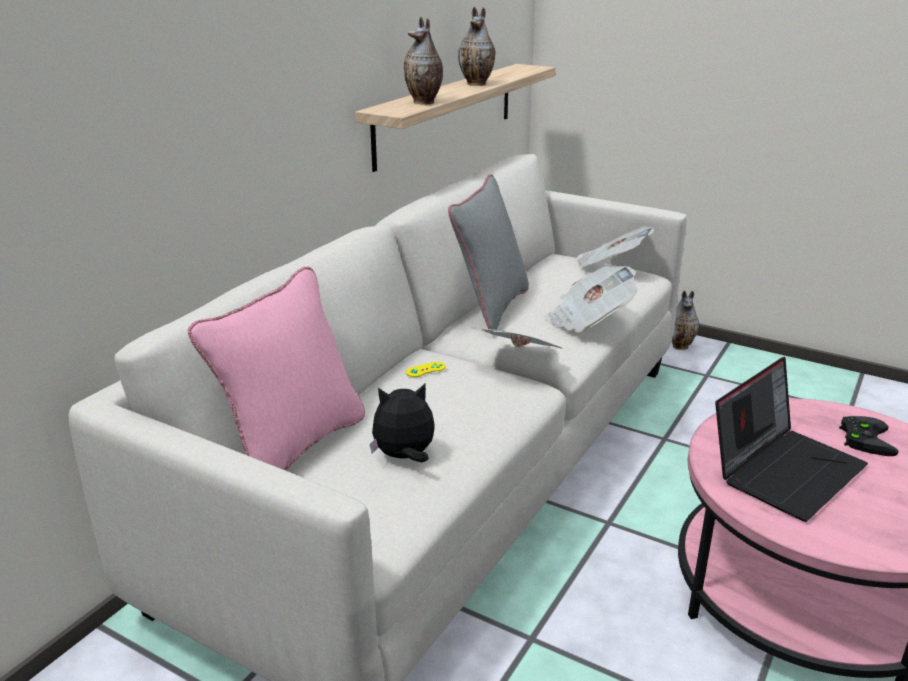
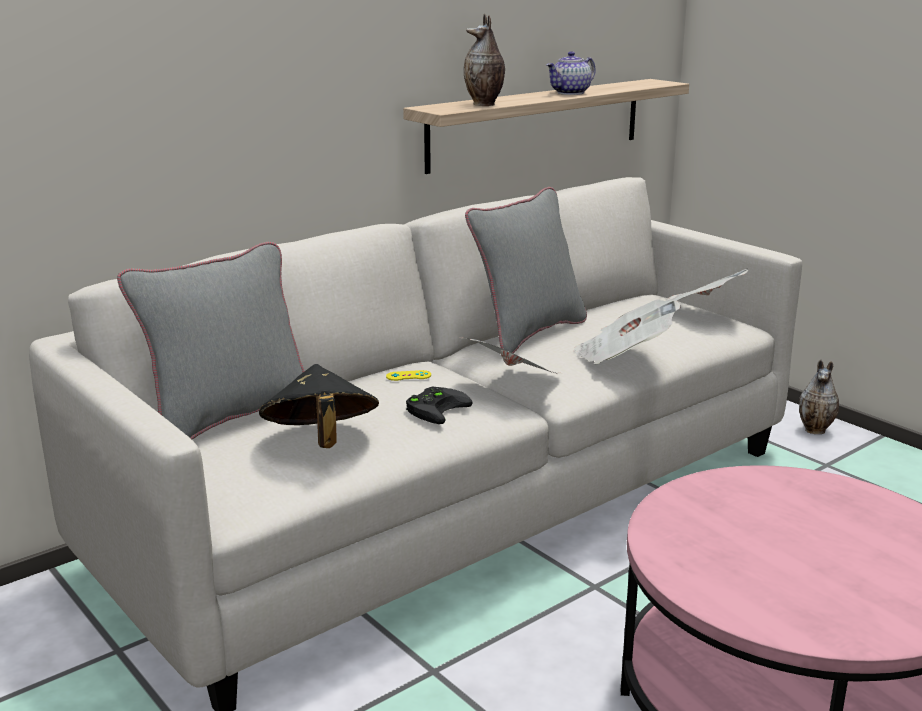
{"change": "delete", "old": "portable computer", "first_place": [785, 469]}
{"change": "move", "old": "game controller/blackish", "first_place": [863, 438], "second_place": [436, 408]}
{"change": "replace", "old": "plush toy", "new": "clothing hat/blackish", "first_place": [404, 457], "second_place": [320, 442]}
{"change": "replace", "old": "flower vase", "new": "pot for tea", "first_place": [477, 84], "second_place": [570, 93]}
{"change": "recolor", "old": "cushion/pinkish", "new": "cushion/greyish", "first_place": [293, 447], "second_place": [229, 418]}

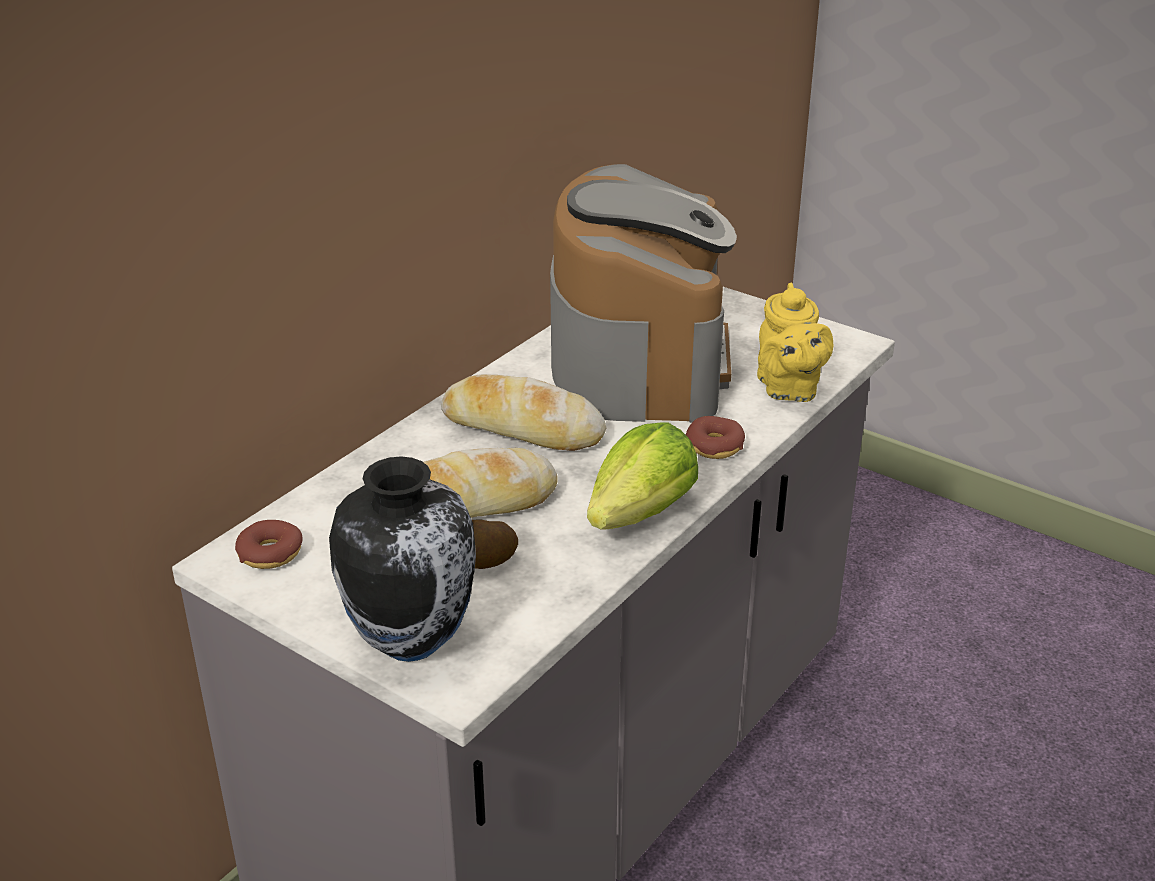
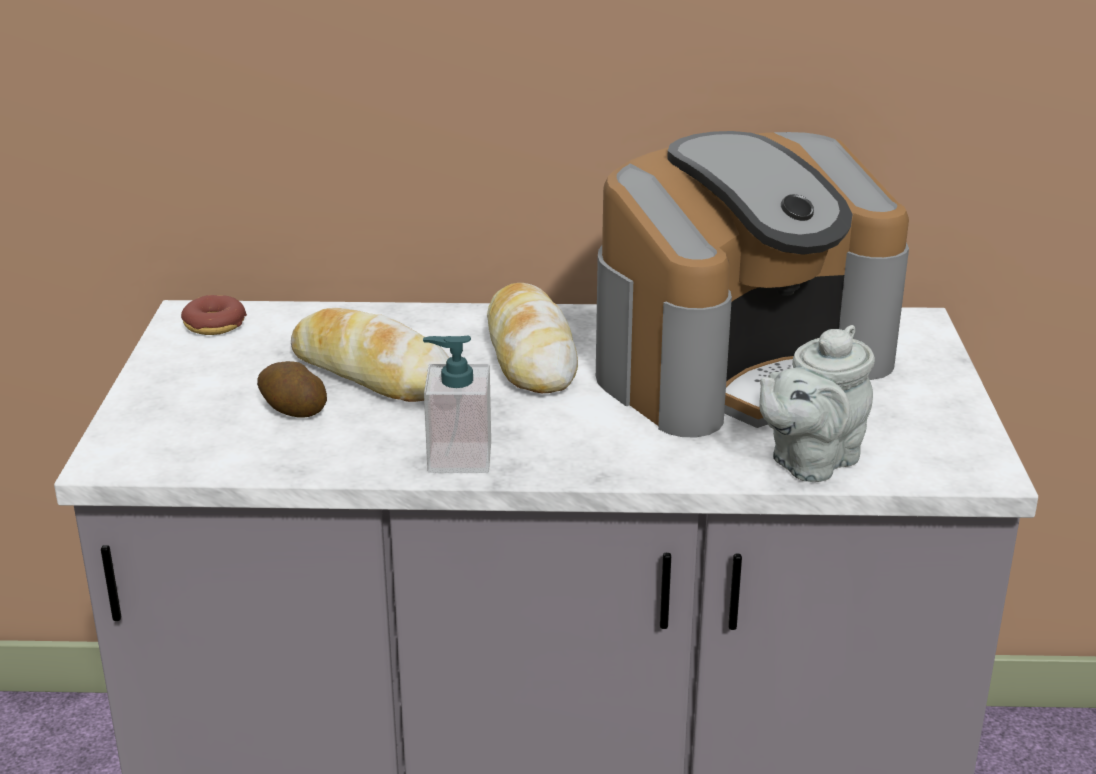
{"change": "delete", "old": "flower vase", "first_place": [412, 641]}
{"change": "delete", "old": "doughnut", "first_place": [714, 446]}
{"change": "replace", "old": "head of lettuce", "new": "liquid soap bottle", "first_place": [642, 513], "second_place": [459, 457]}
{"change": "recolor", "old": "pot for tea/yellowish", "new": "pot for tea/greyish", "first_place": [788, 389], "second_place": [809, 462]}

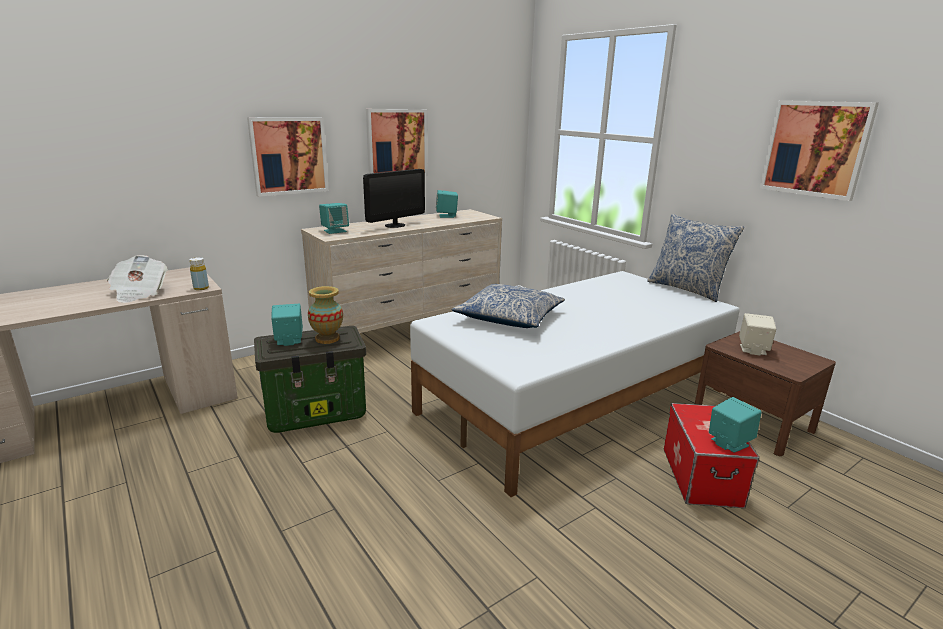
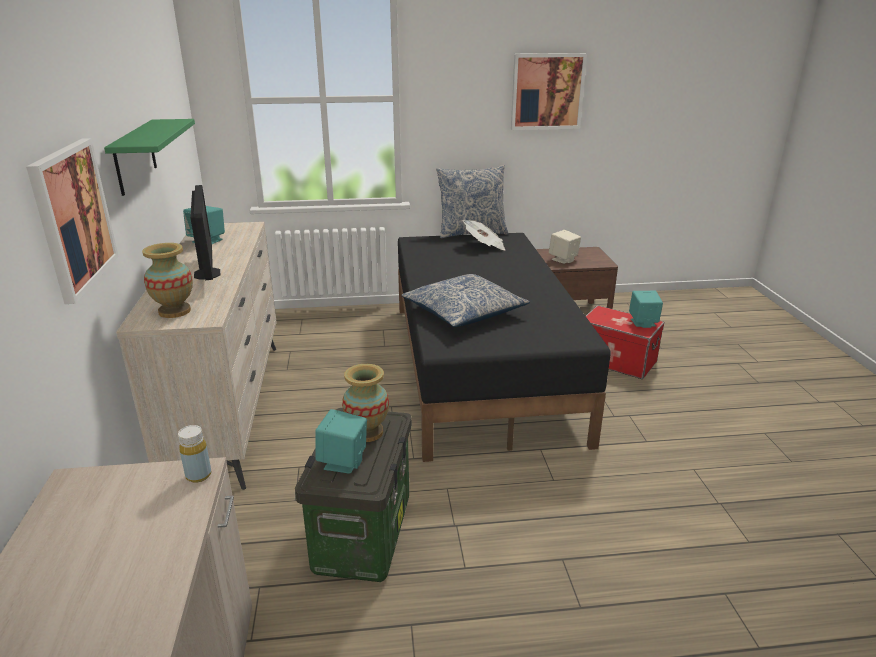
{"change": "move", "old": "printed paper", "first_place": [139, 293], "second_place": [484, 246]}
{"change": "replace", "old": "speaker/turquoise-coloured", "new": "flower vase", "first_place": [335, 231], "second_place": [174, 311]}
{"change": "replace", "old": "wall art", "new": "bracket shelf/green", "first_place": [397, 143], "second_place": [135, 156]}
{"change": "recolor", "old": "bed/white-coloured", "new": "bed/blackish", "first_place": [576, 401], "second_place": [482, 367]}

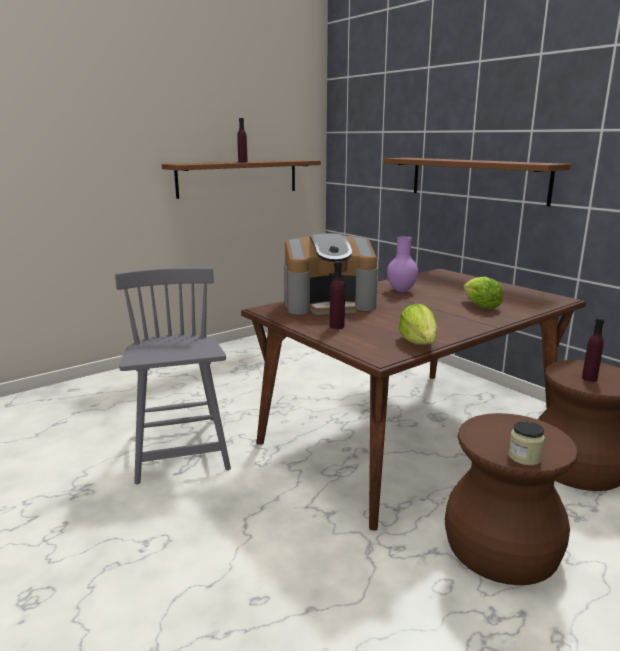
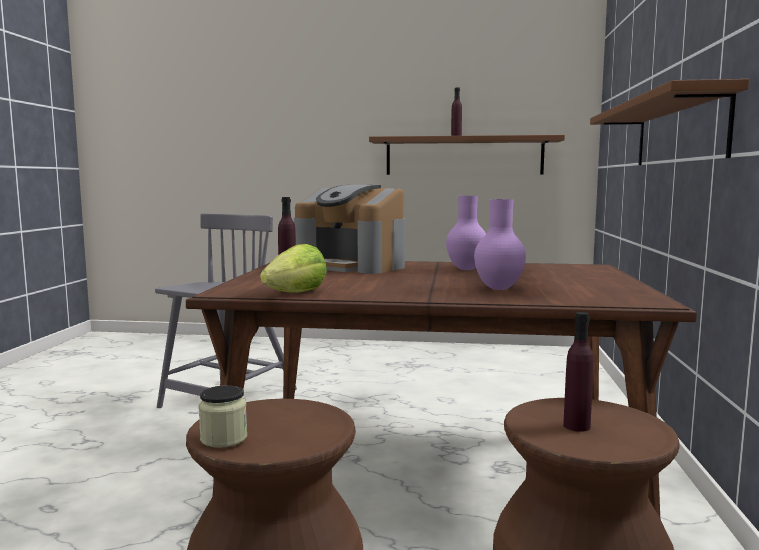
{"change": "replace", "old": "head of lettuce", "new": "flower vase/purplish", "first_place": [480, 306], "second_place": [497, 288]}

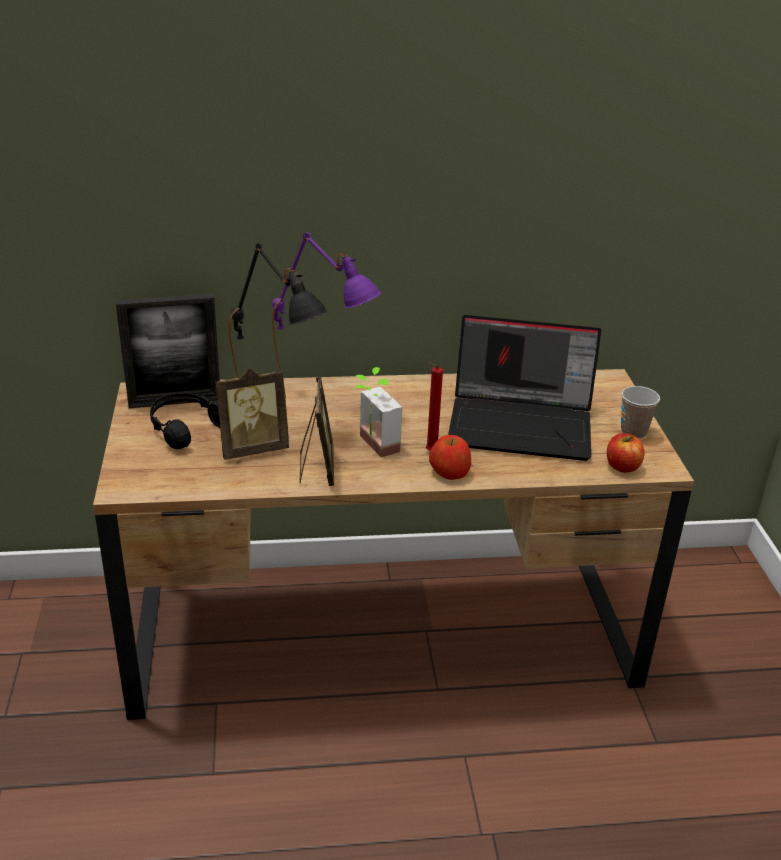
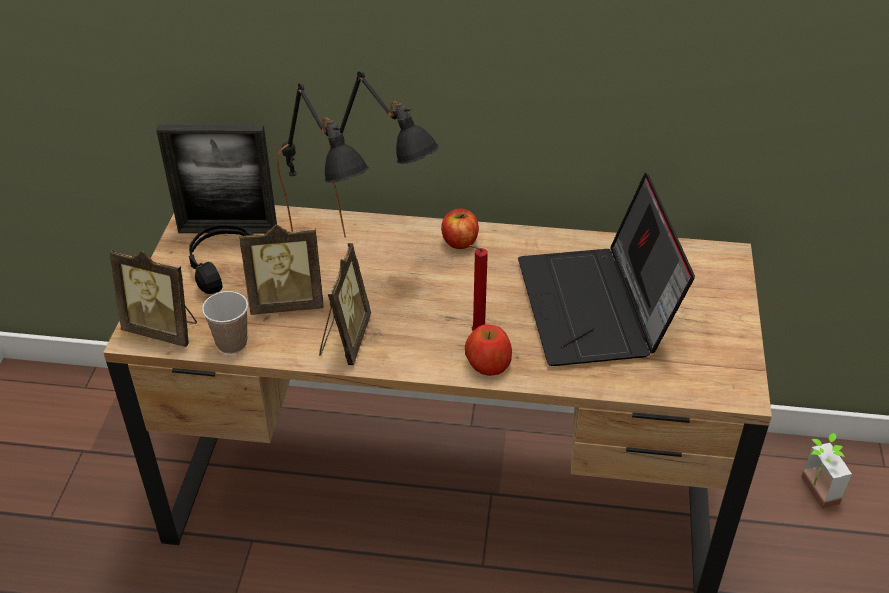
{"change": "insert", "new": "picture frame", "second_place": [163, 329]}
{"change": "move", "old": "houseplant", "first_place": [371, 446], "second_place": [812, 492]}
{"change": "move", "old": "apple fruit", "first_place": [622, 466], "second_place": [459, 242]}
{"change": "move", "old": "small cup", "first_place": [633, 432], "second_place": [232, 343]}
{"change": "recolor", "old": "table lamp/purplish", "new": "table lamp/blackish", "first_place": [325, 400], "second_place": [386, 247]}
{"change": "rotate", "old": "portable computer", "first_place": [522, 424], "second_place": [597, 308], "degrees": 60}

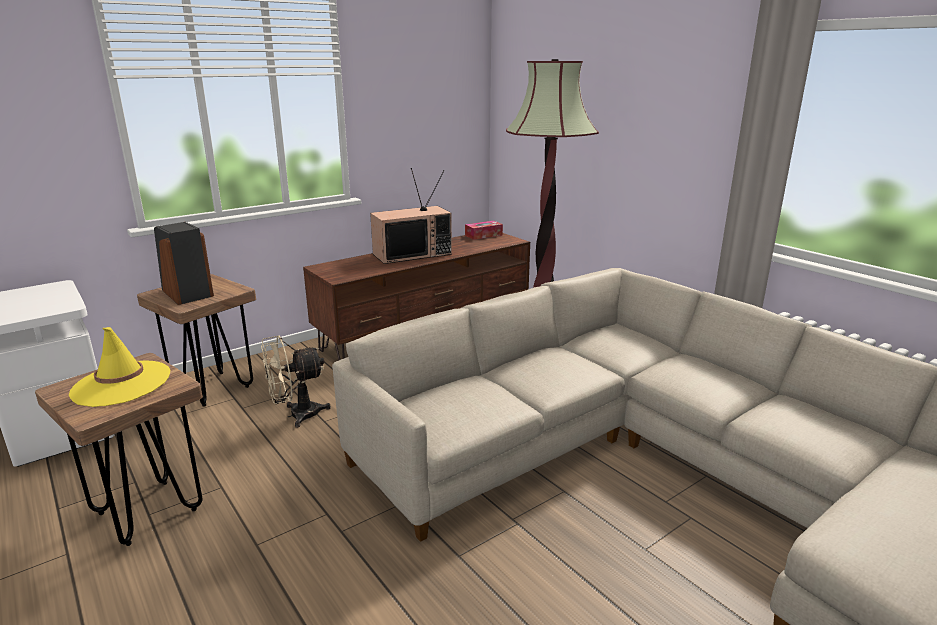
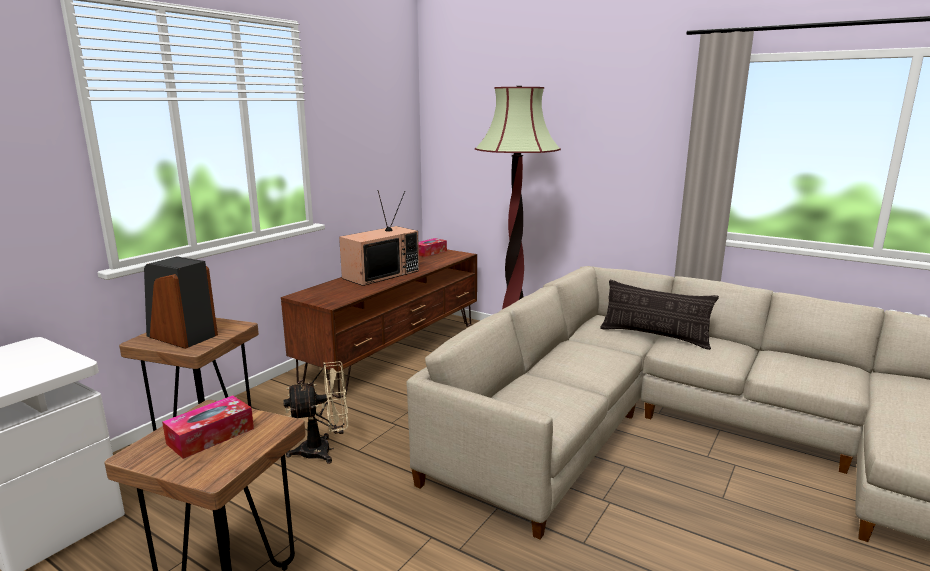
{"change": "insert", "new": "cushion", "second_place": [654, 336]}
{"change": "replace", "old": "clothing hat/yellowish", "new": "tissue box", "first_place": [121, 384], "second_place": [211, 436]}
{"change": "rotate", "old": "electric fan/sand-coloured", "first_place": [296, 415], "second_place": [324, 450], "degrees": -150}

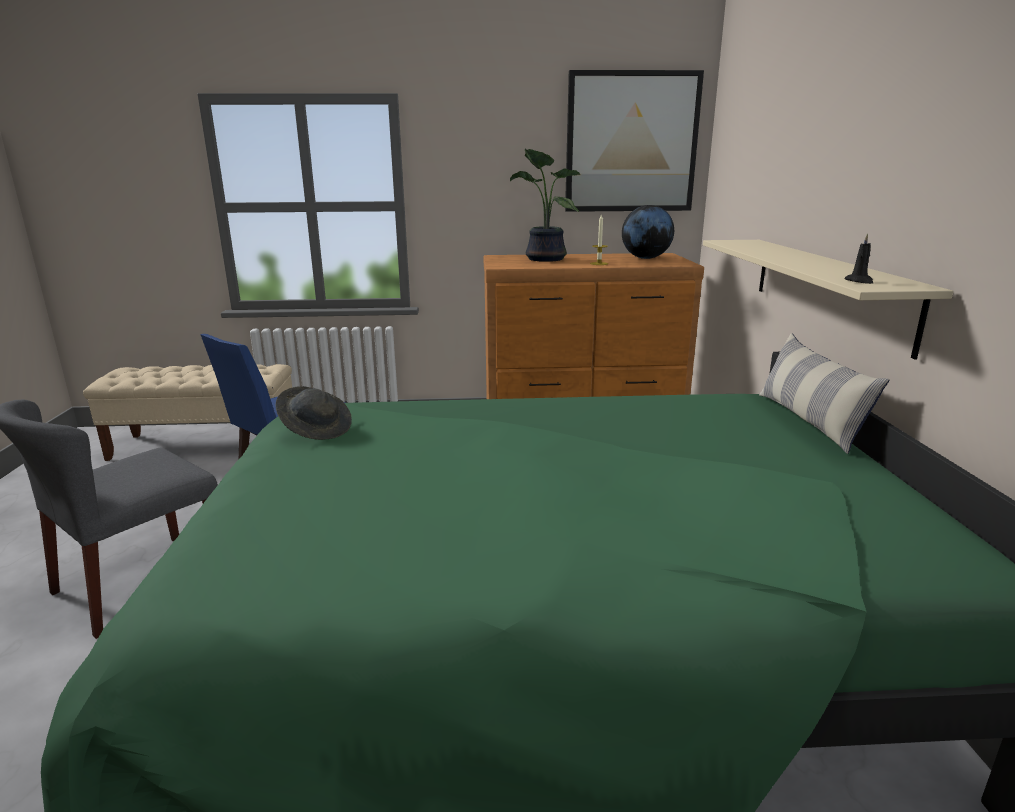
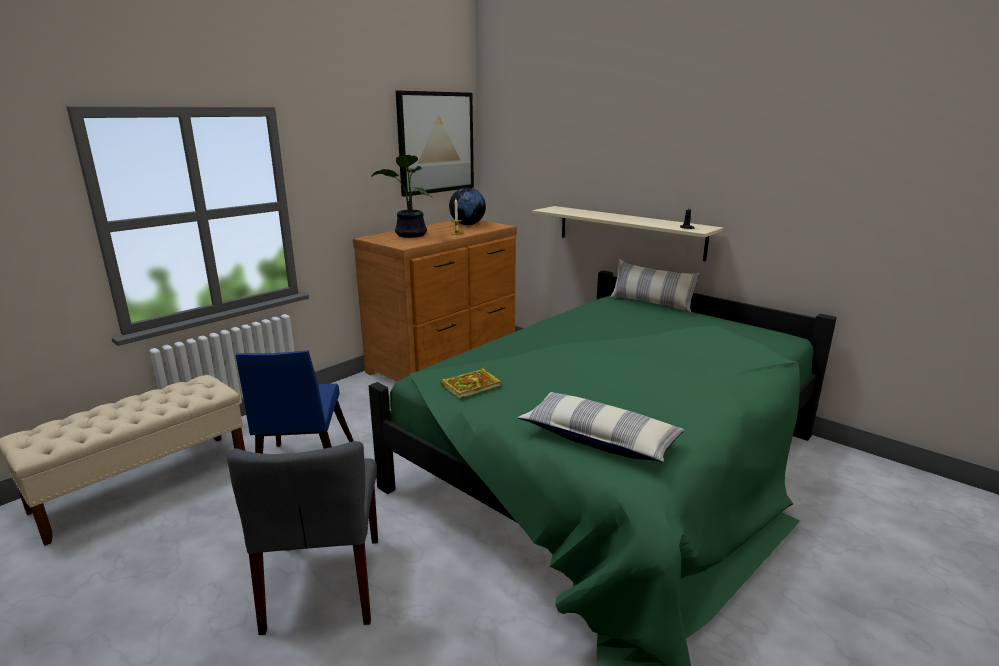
{"change": "insert", "new": "cushion", "second_place": [599, 439]}
{"change": "replace", "old": "clothing hat/greyish", "new": "volume", "first_place": [317, 429], "second_place": [472, 385]}

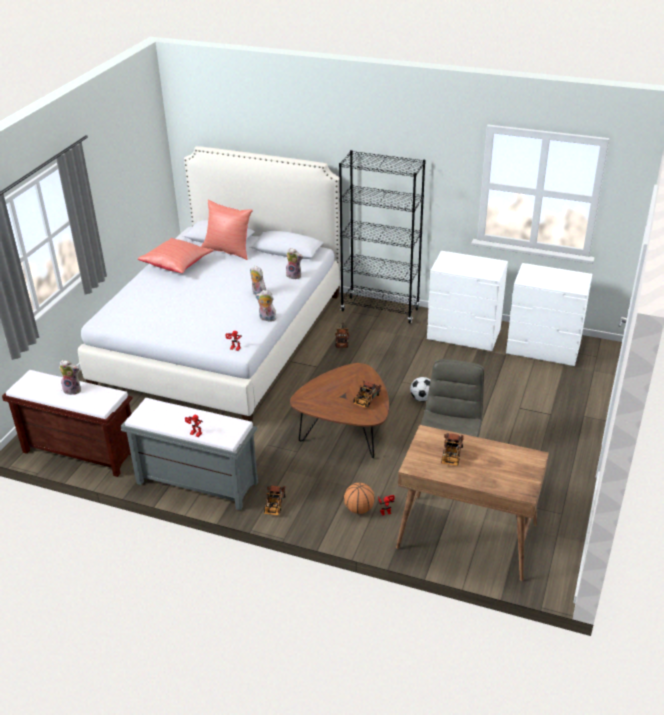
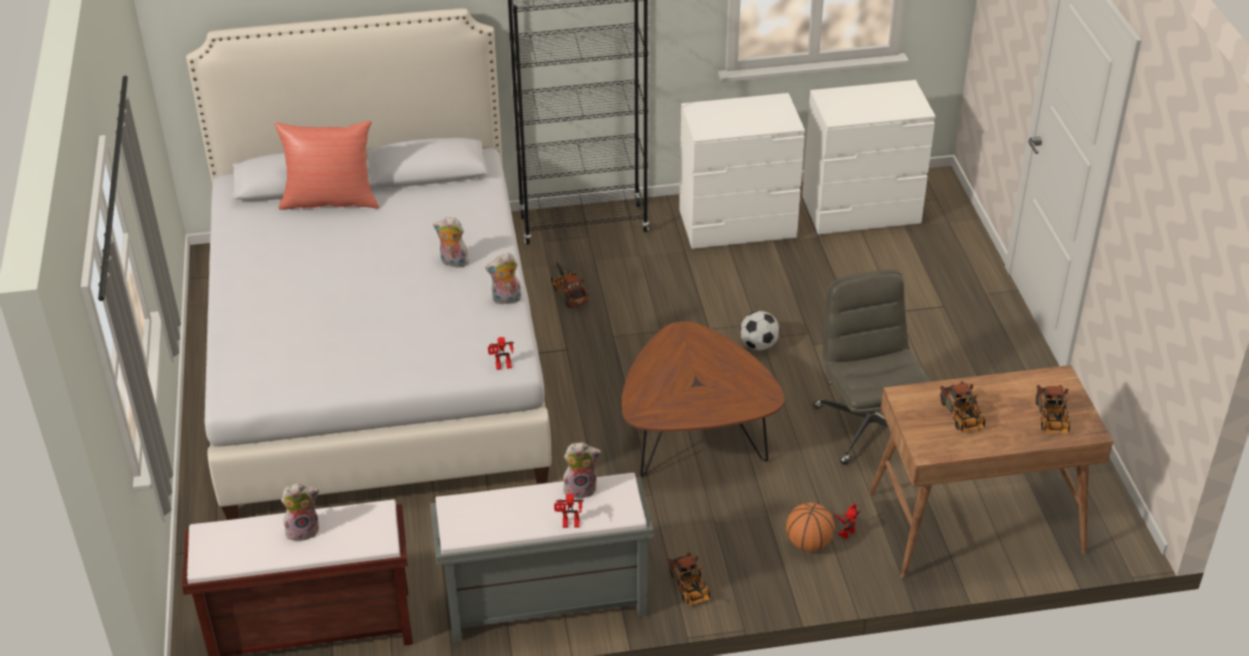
{"change": "delete", "old": "cushion/reddish", "first_place": [177, 265]}
{"change": "move", "old": "plush toy", "first_place": [294, 275], "second_place": [581, 488]}
{"change": "move", "old": "toy lorry", "first_place": [365, 400], "second_place": [1051, 420]}

